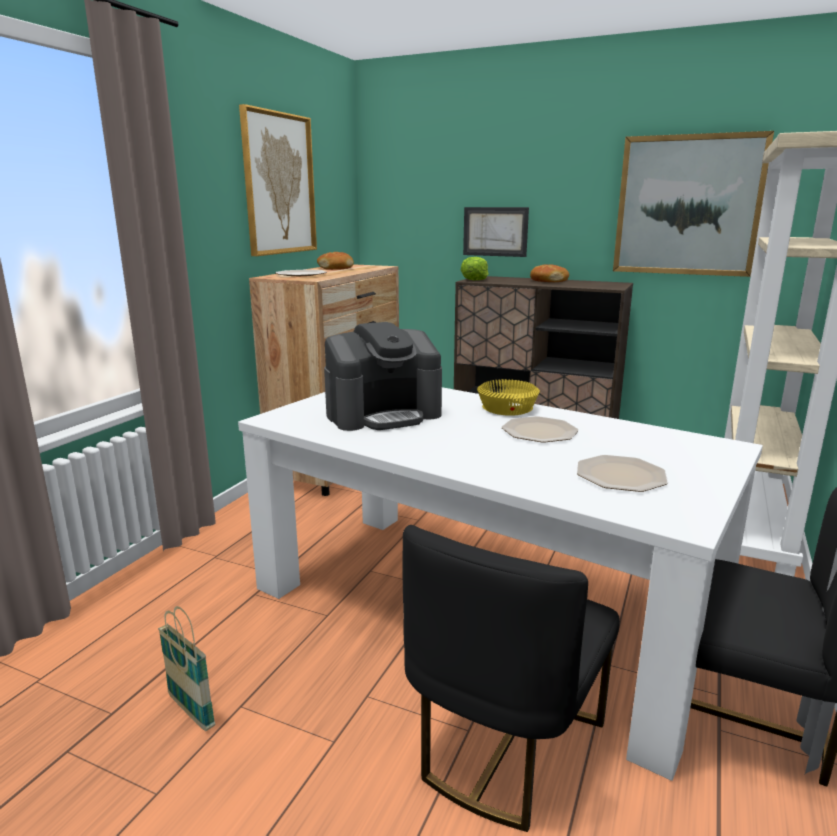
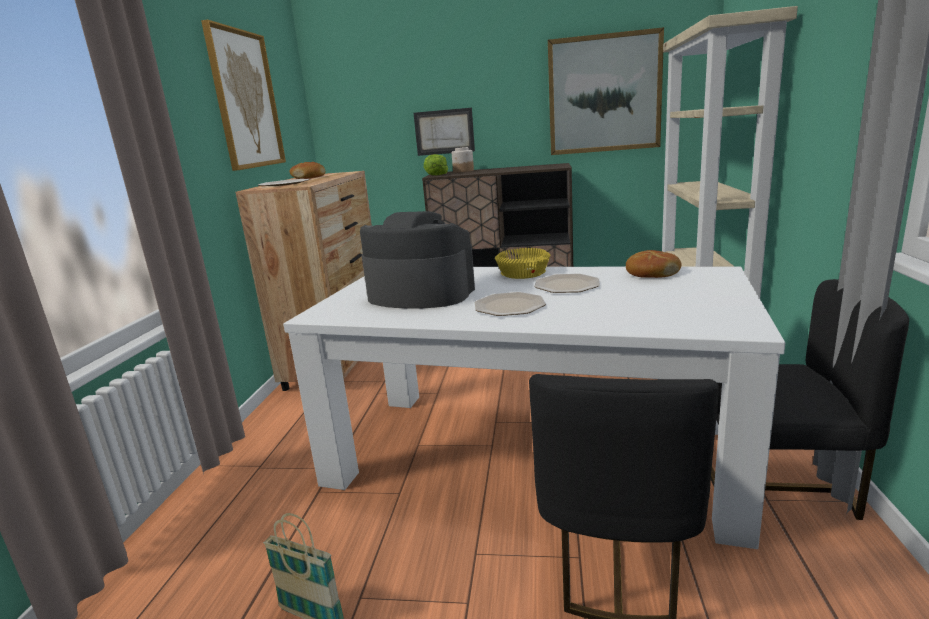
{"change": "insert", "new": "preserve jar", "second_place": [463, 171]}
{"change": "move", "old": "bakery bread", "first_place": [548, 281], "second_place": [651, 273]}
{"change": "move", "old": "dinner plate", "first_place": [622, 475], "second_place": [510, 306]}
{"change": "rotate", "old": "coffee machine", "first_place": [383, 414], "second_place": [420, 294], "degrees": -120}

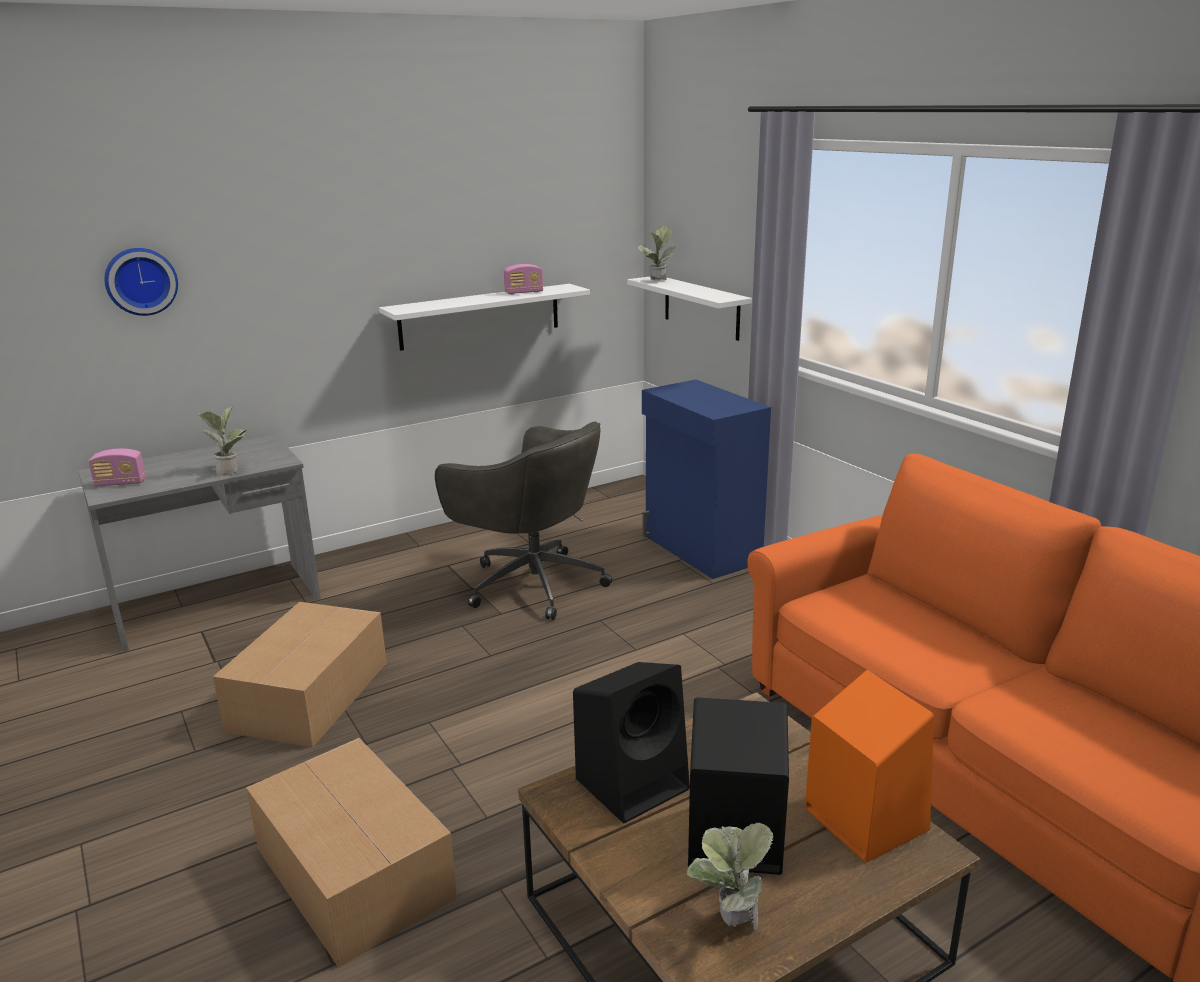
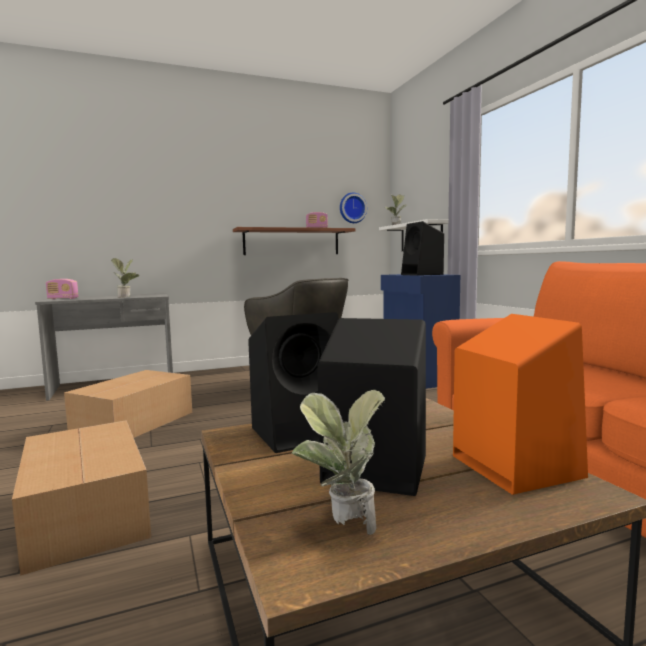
{"change": "insert", "new": "speaker/blackish", "second_place": [422, 274]}
{"change": "move", "old": "hanging clock", "first_place": [141, 281], "second_place": [352, 208]}
{"change": "recolor", "old": "bracket shelf/white-coloured", "new": "bracket shelf/brown-coloured", "first_place": [480, 316], "second_place": [292, 242]}

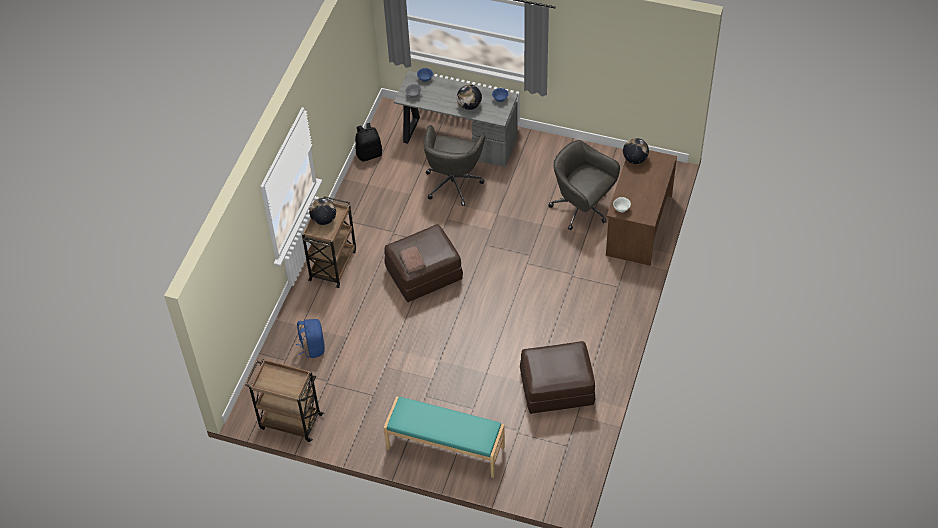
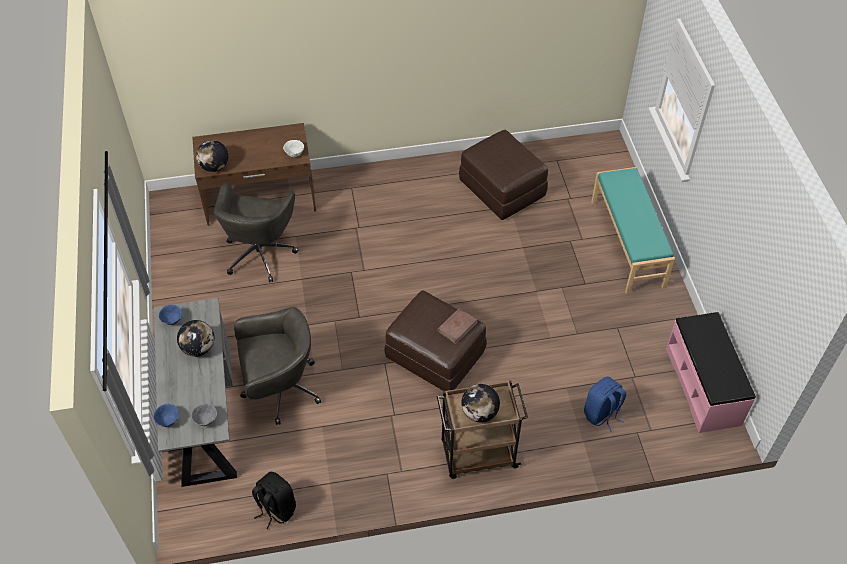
{"change": "replace", "old": "trolley/brown-coloured", "new": "indoor bench/pinkish", "first_place": [289, 421], "second_place": [703, 386]}

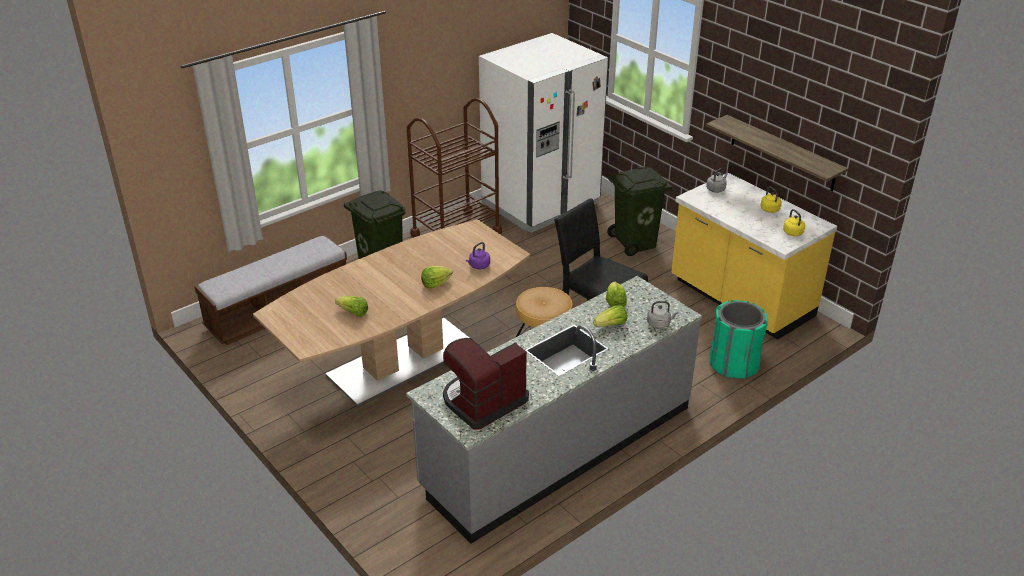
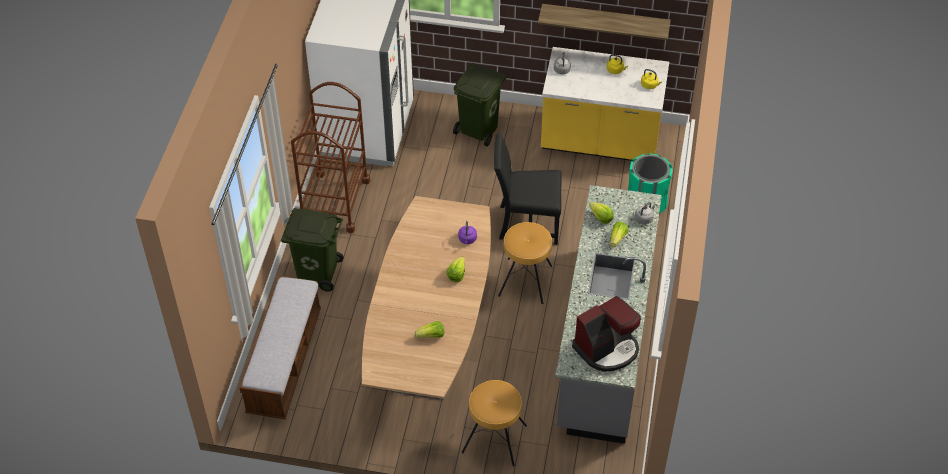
{"change": "insert", "new": "stool seat/brown-coloured", "second_place": [494, 439]}
{"change": "rotate", "old": "coffee machine", "first_place": [483, 401], "second_place": [607, 348], "degrees": -135}

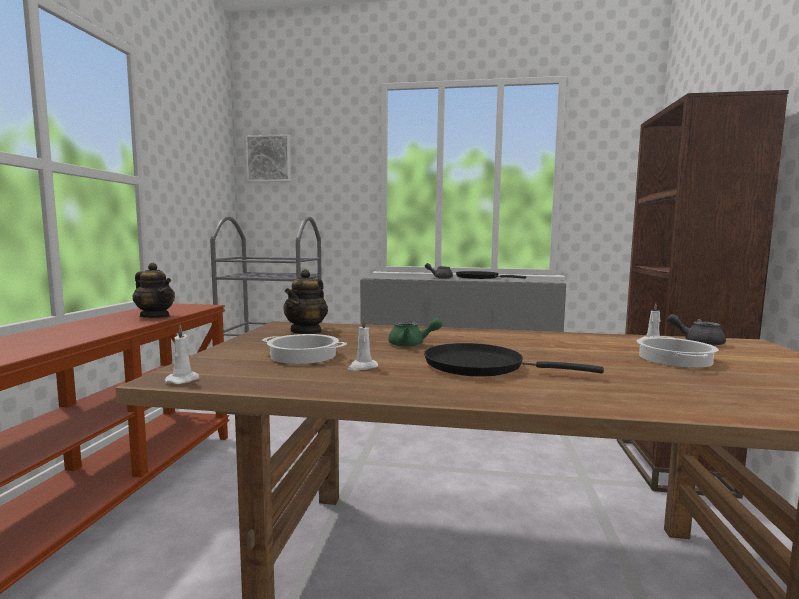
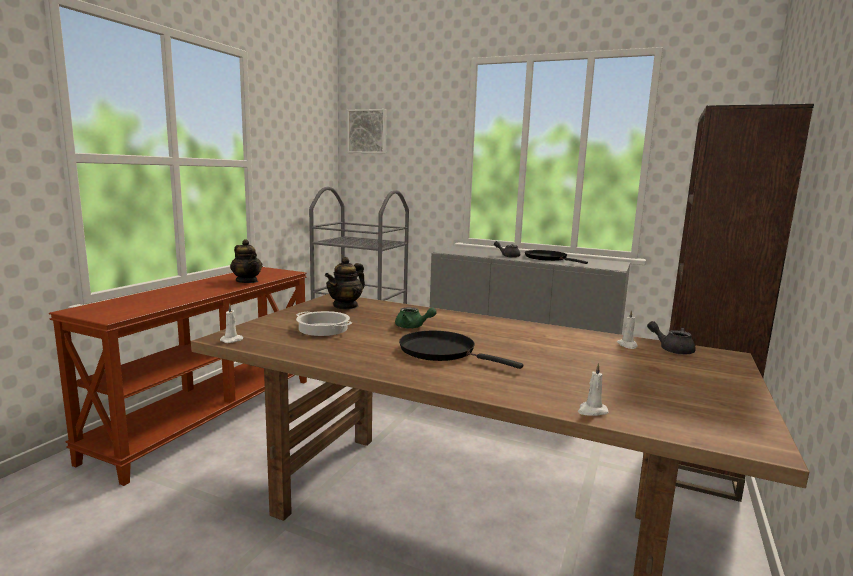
{"change": "delete", "old": "saucepot", "first_place": [673, 359]}
{"change": "move", "old": "wax candle/white-coloured", "first_place": [362, 367], "second_place": [591, 411]}

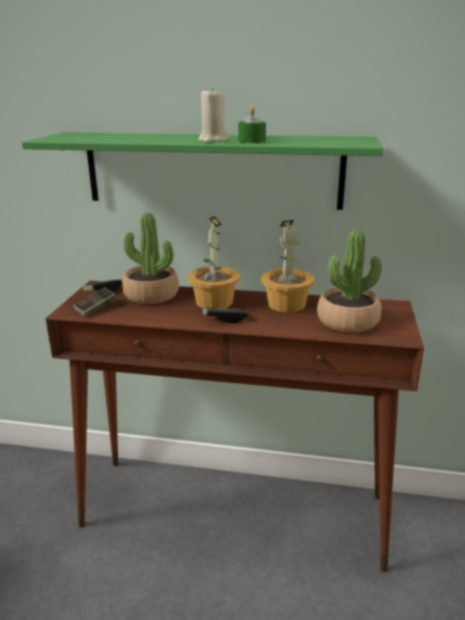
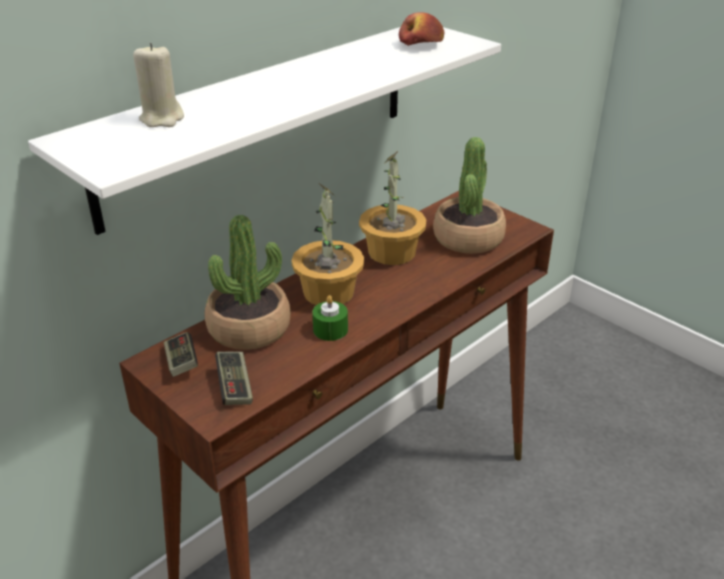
{"change": "delete", "old": "game controller", "first_place": [225, 319]}
{"change": "insert", "new": "apple fruit", "second_place": [420, 45]}
{"change": "move", "old": "wax candle/sand-coloured", "first_place": [213, 140], "second_place": [162, 119]}
{"change": "move", "old": "wax candle/green", "first_place": [252, 141], "second_place": [330, 330]}
{"change": "recolor", "old": "bracket shelf/green", "new": "bracket shelf/white-coloured", "first_place": [212, 170], "second_place": [261, 120]}

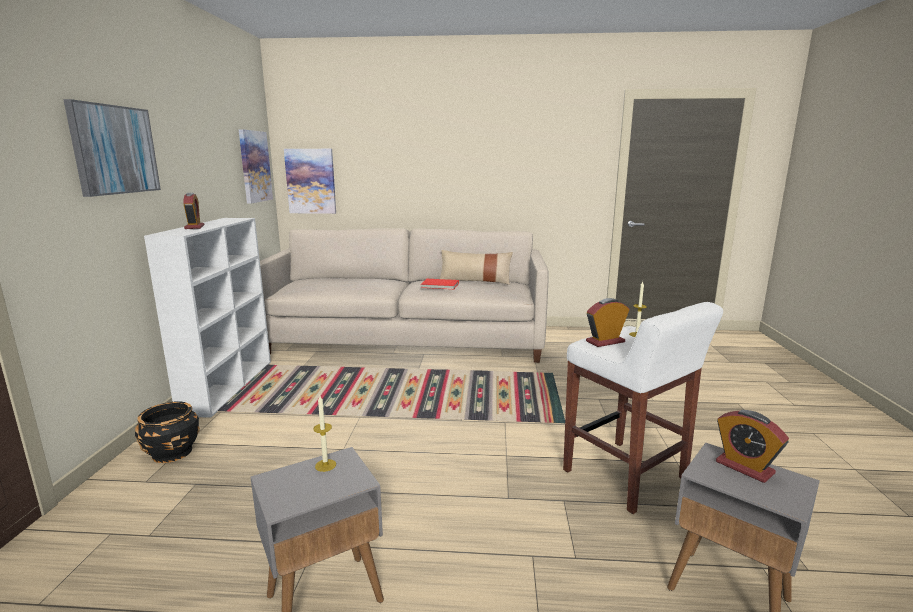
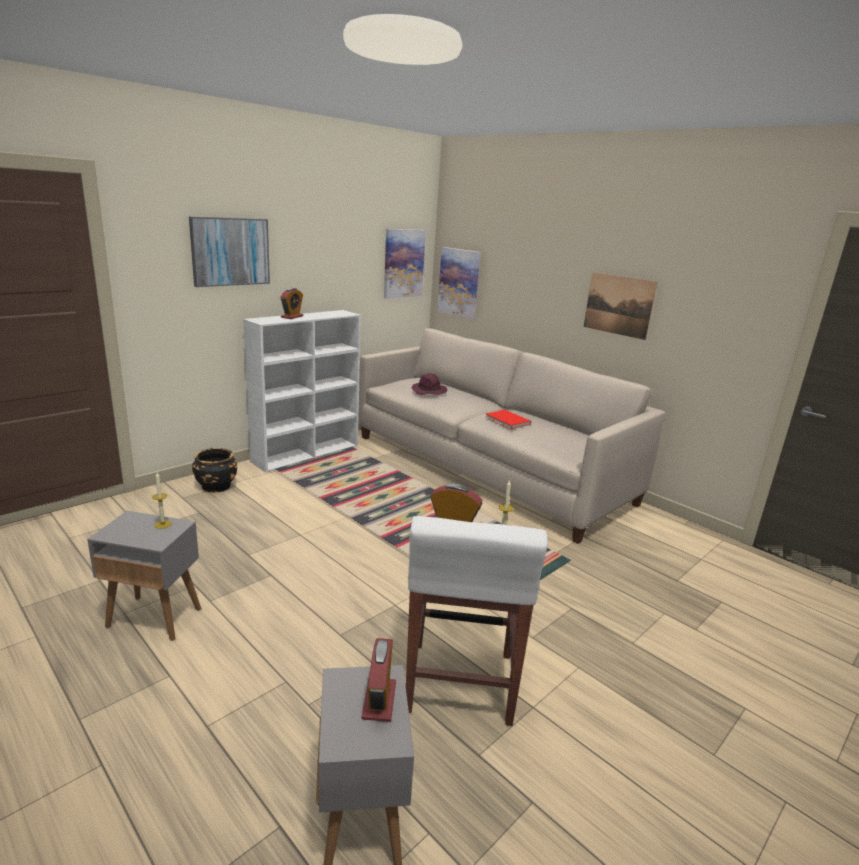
{"change": "delete", "old": "cushion/sand-coloured", "first_place": [475, 281]}
{"change": "insert", "new": "clothing hat/purplish", "second_place": [429, 391]}
{"change": "insert", "new": "wall art", "second_place": [618, 305]}

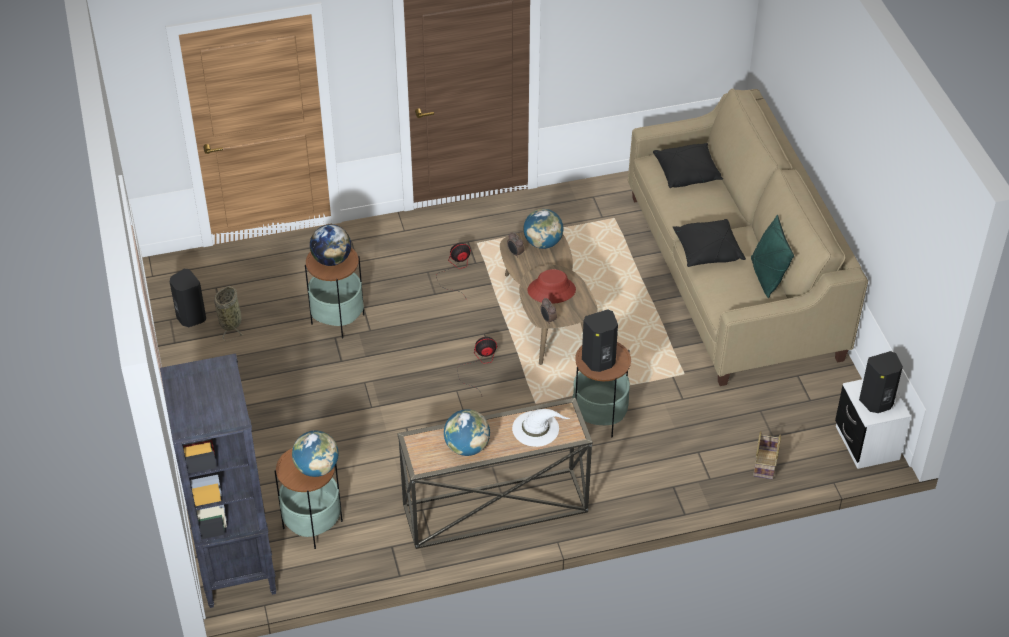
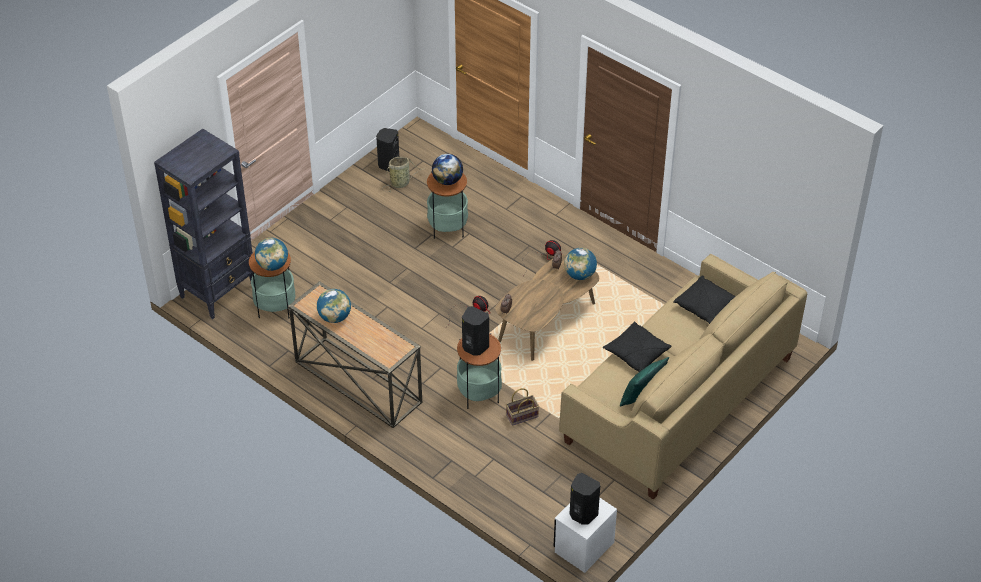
{"change": "delete", "old": "clothing hat/white-coloured", "first_place": [536, 428]}
{"change": "delete", "old": "clothing hat/reddish", "first_place": [551, 290]}
{"change": "move", "old": "basket", "first_place": [765, 465], "second_place": [521, 416]}

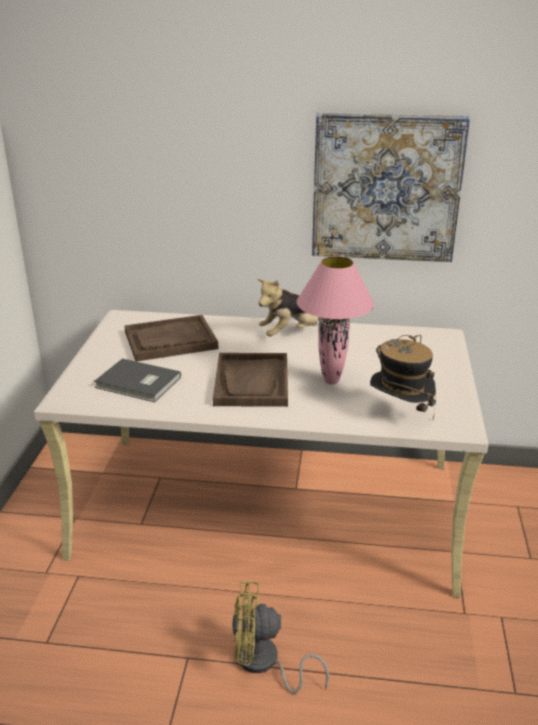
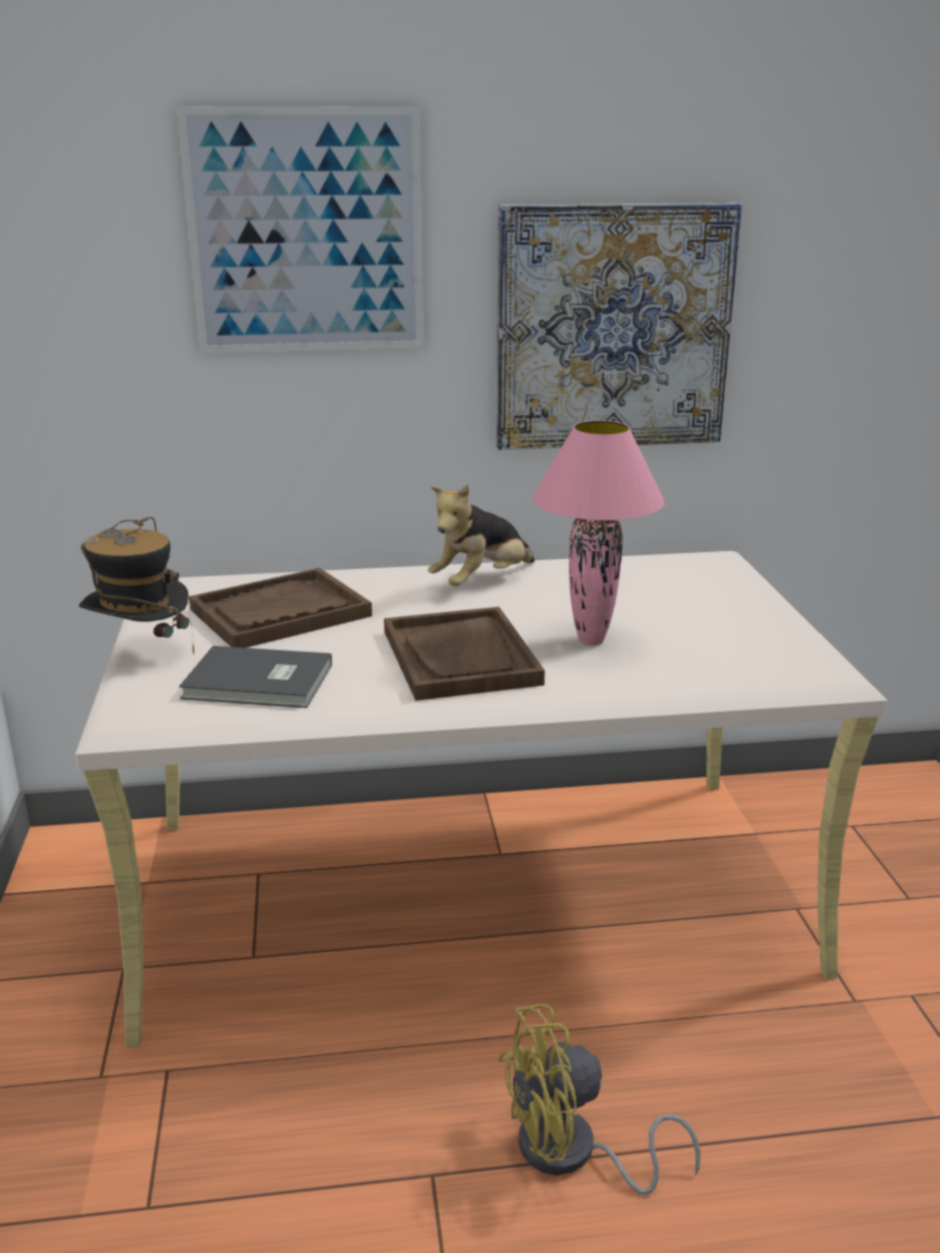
{"change": "insert", "new": "wall art", "second_place": [306, 233]}
{"change": "move", "old": "clothing hat", "first_place": [399, 414], "second_place": [141, 652]}

